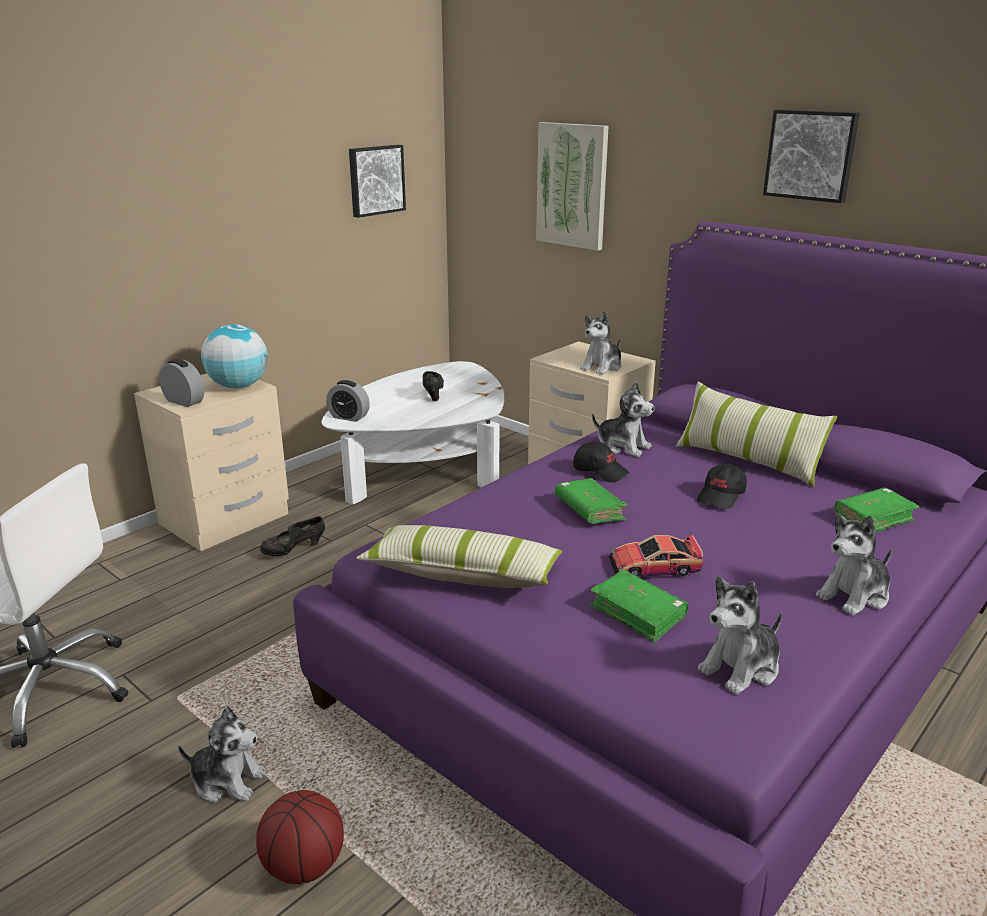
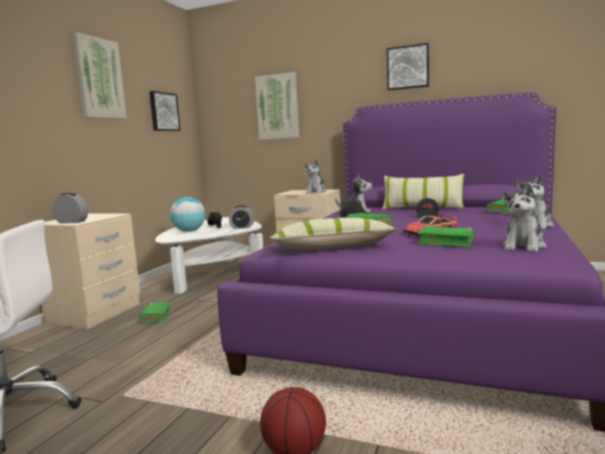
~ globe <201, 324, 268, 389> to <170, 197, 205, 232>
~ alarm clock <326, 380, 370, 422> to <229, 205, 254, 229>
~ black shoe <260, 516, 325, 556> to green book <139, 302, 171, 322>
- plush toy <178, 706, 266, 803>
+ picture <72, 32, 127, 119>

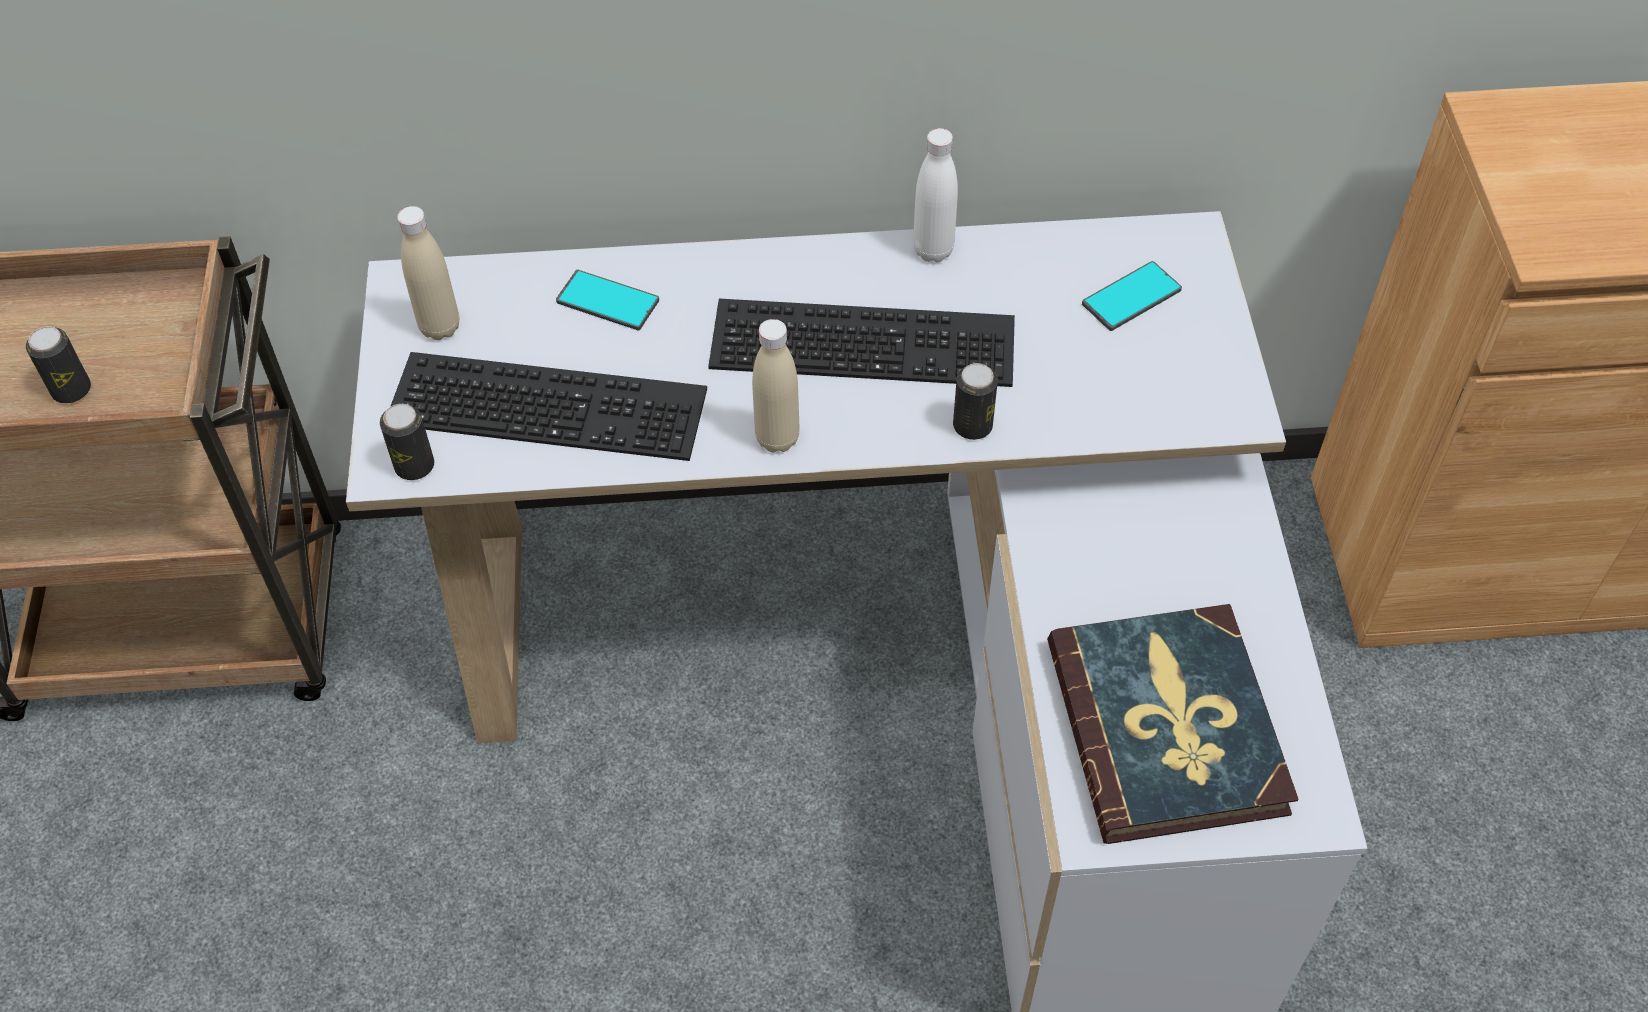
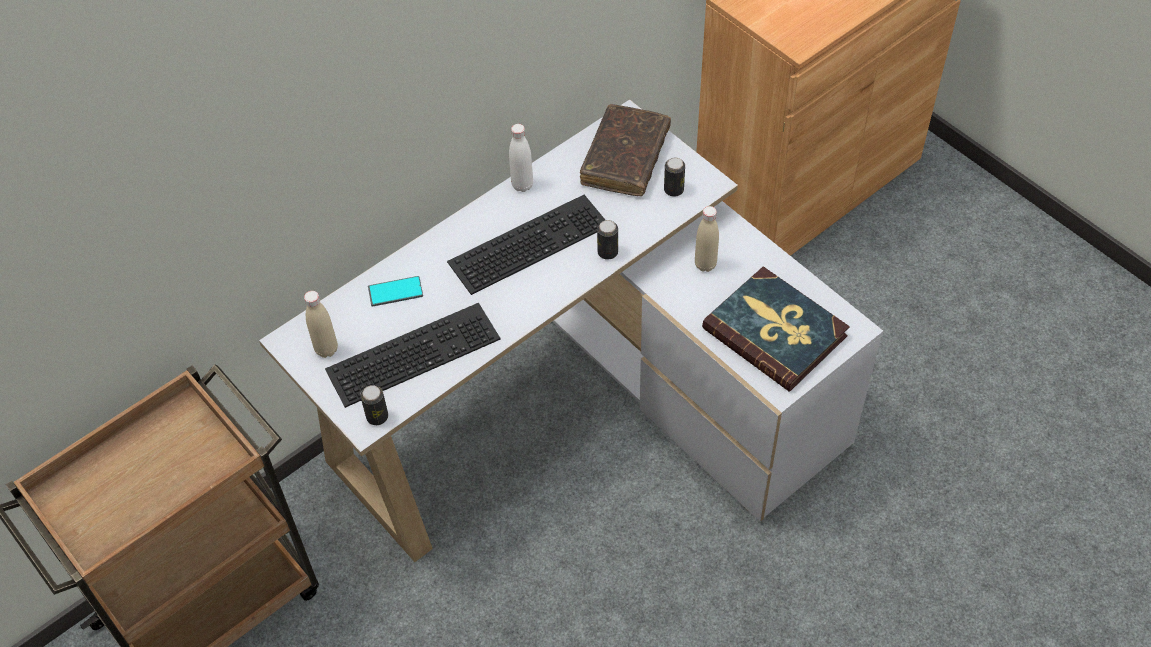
~ phone <1082, 261, 1182, 331> to brown book <580, 104, 671, 196>
~ beige bottle <752, 319, 800, 452> to <695, 206, 719, 272>
~ can <26, 326, 91, 403> to <664, 158, 685, 197>

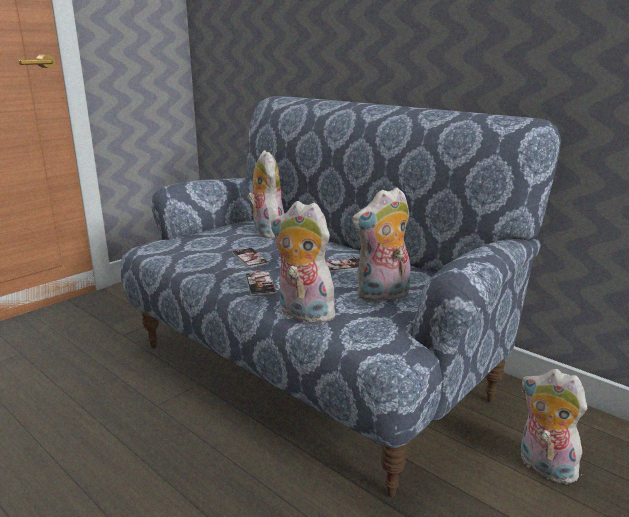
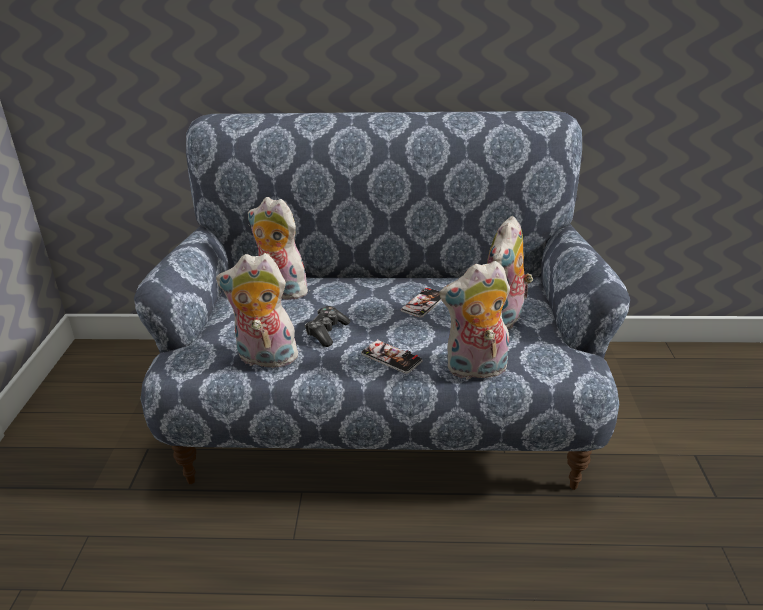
~ phone <232, 247, 269, 268> to game controller <305, 306, 350, 347>
~ plush toy <521, 369, 587, 484> to <216, 254, 301, 368>

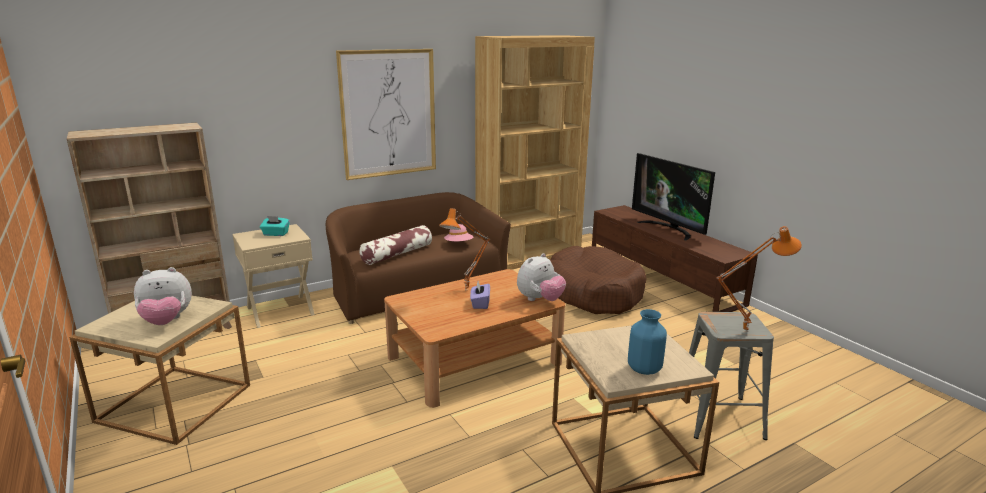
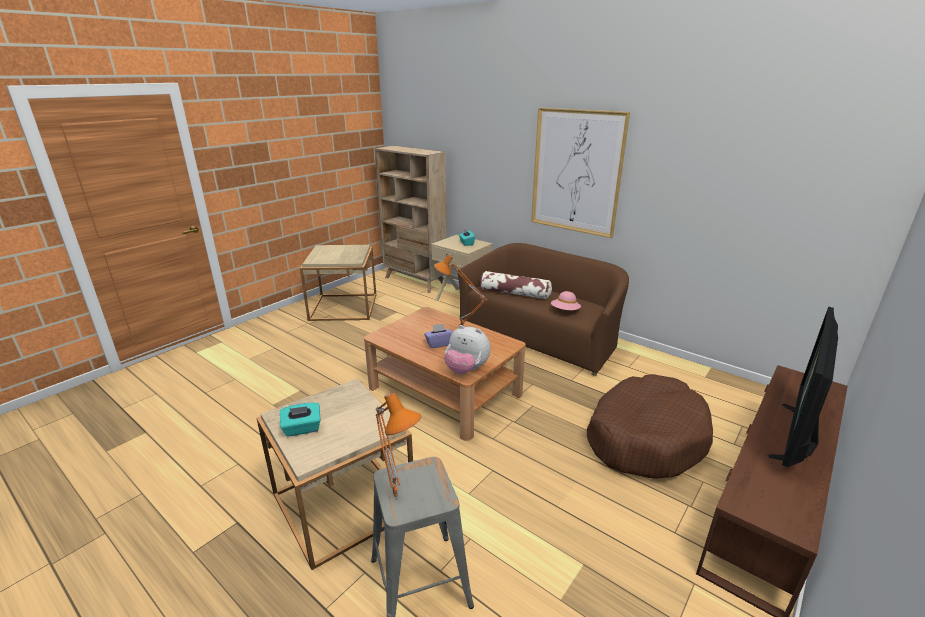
- brown bookcase <475, 35, 595, 270>
- plush toy <134, 267, 192, 325>
~ blue vase <628, 309, 667, 375> to turquoise tissue box <280, 402, 321, 437>

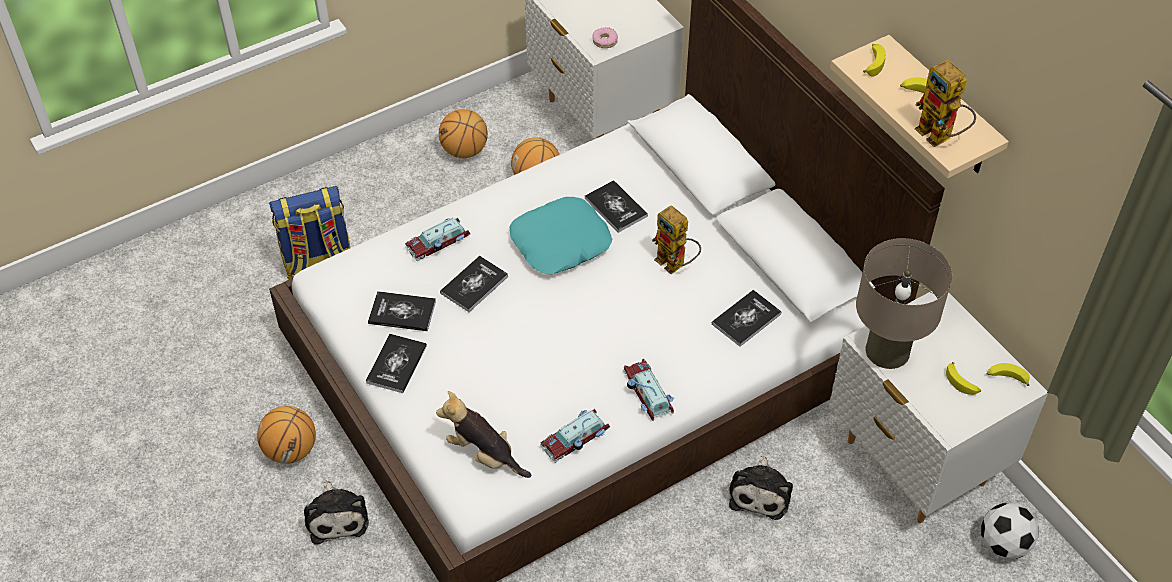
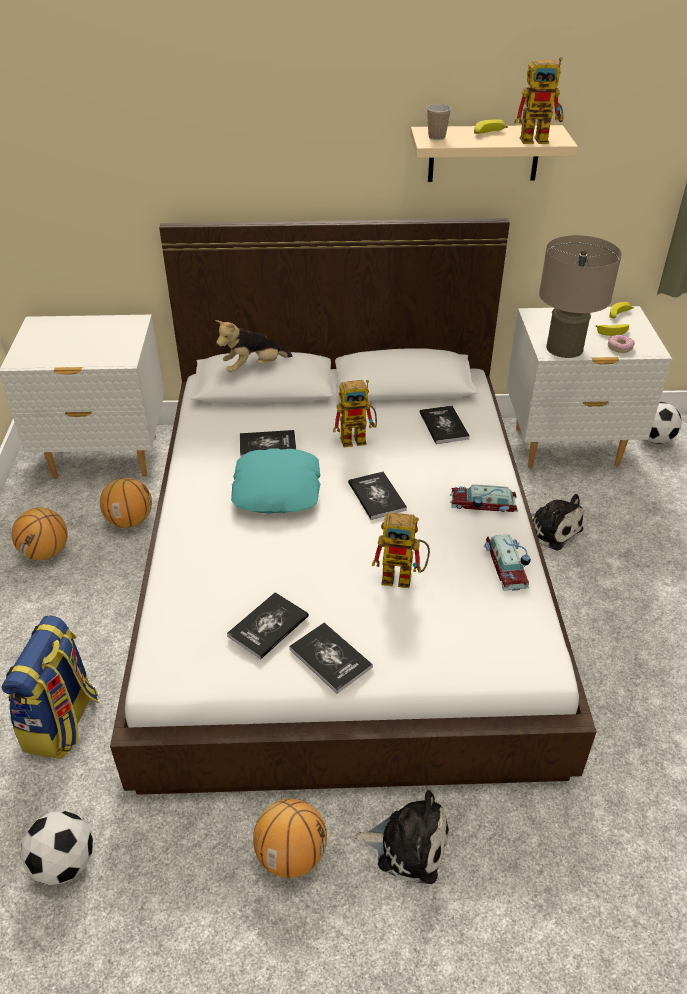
~ donut <593, 27, 618, 48> to <608, 335, 635, 353>
~ banana <863, 44, 886, 77> to cup <427, 104, 451, 140>
- toy car <405, 218, 471, 261>
~ book <440, 256, 508, 312> to <348, 471, 407, 520>
~ plush toy <436, 391, 531, 478> to <215, 320, 293, 372>
+ toy robot <372, 512, 430, 588>
+ football <21, 811, 93, 885>

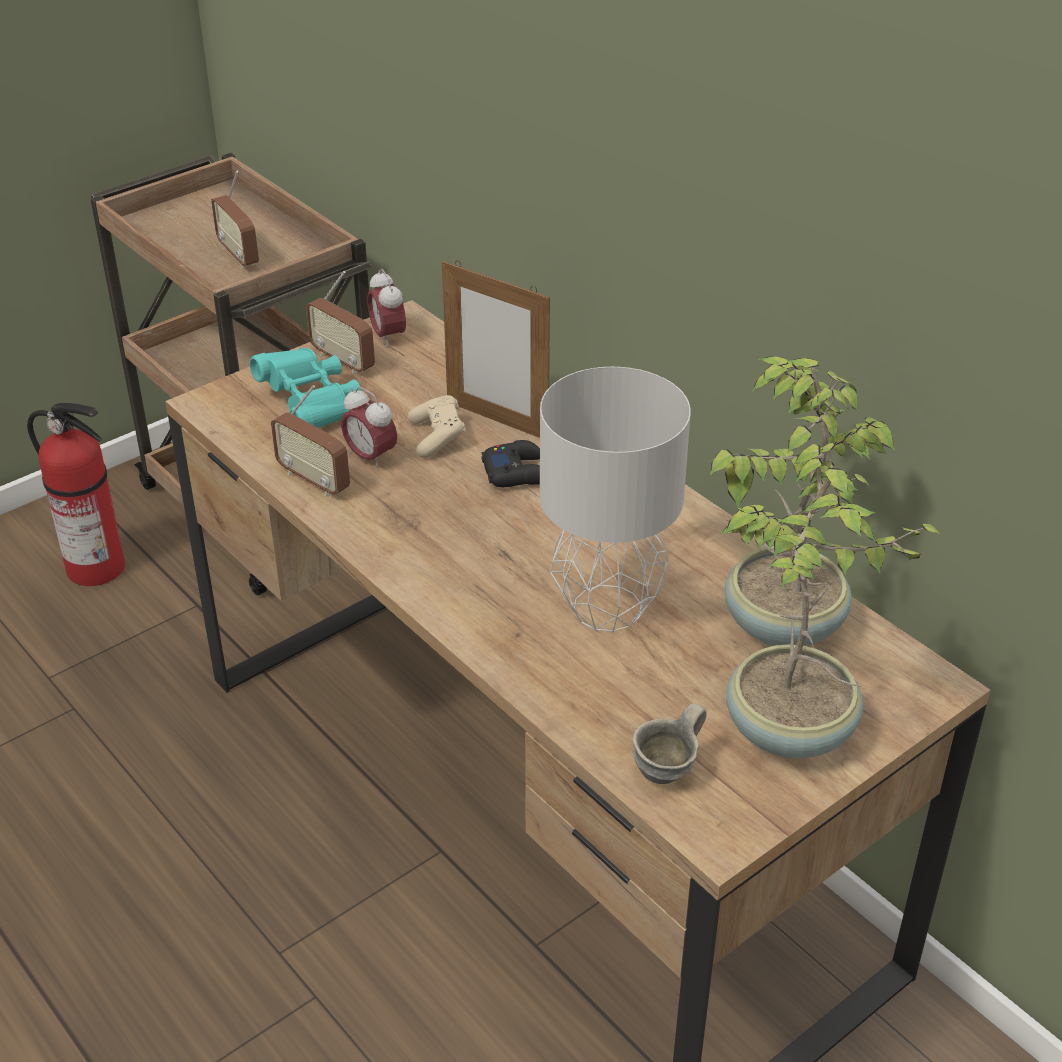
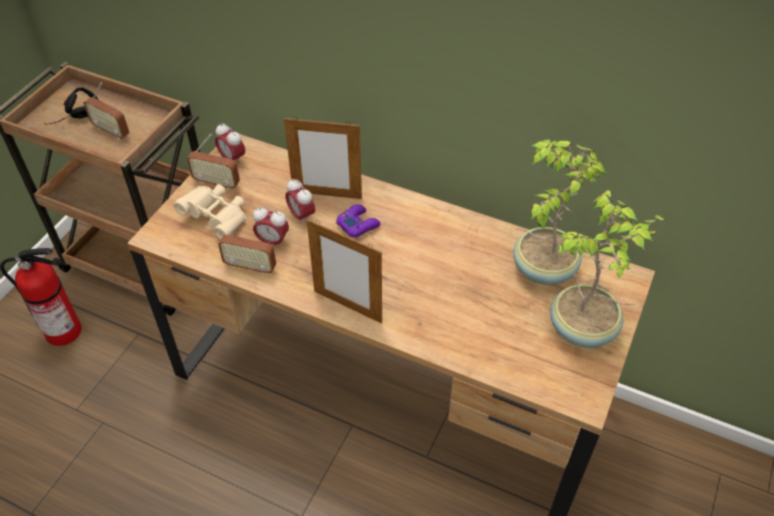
~ turquoise binoculars <250, 348, 361, 428> to beige binoculars <174, 184, 246, 239>
- grey table lamp <540, 367, 691, 632>
~ beige game controller <408, 395, 467, 458> to alarm clock <286, 179, 315, 225>
~ black game controller <481, 440, 540, 487> to purple game controller <336, 204, 381, 237>
- grey mug <633, 703, 707, 784>
+ black headphones <44, 87, 99, 125>
+ picture frame <307, 219, 382, 324>

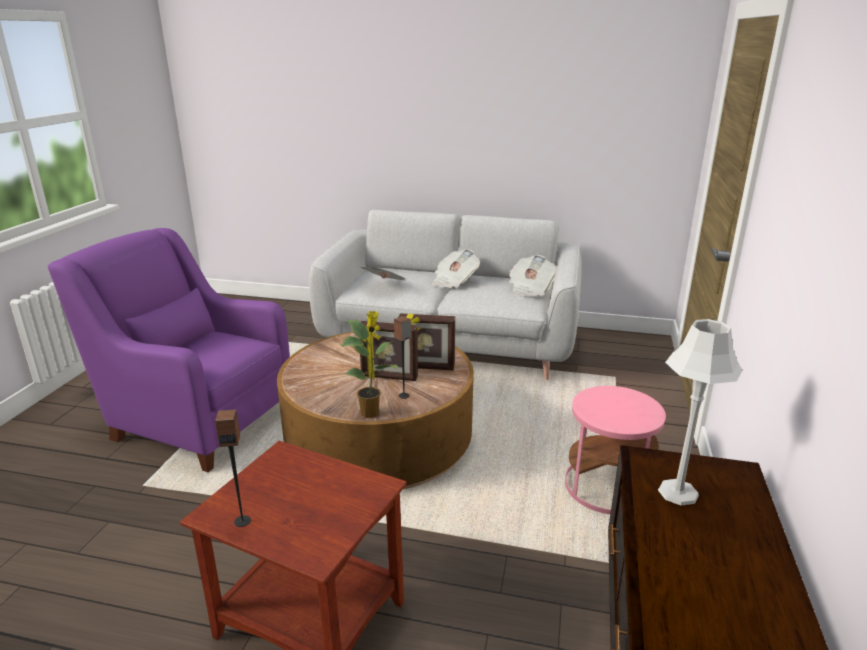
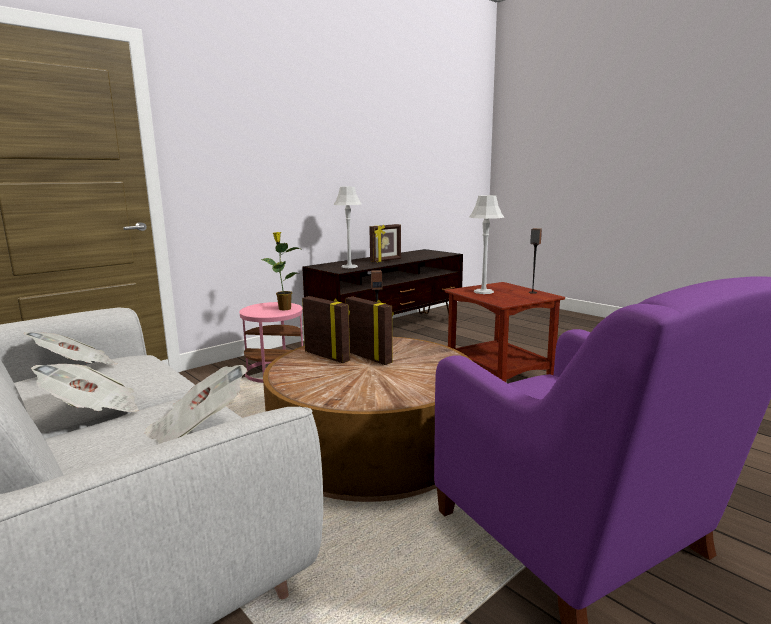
~ potted plant <341, 311, 398, 418> to <261, 232, 300, 311>
+ grey table lamp <469, 195, 504, 294>
+ picture frame <369, 224, 401, 262>

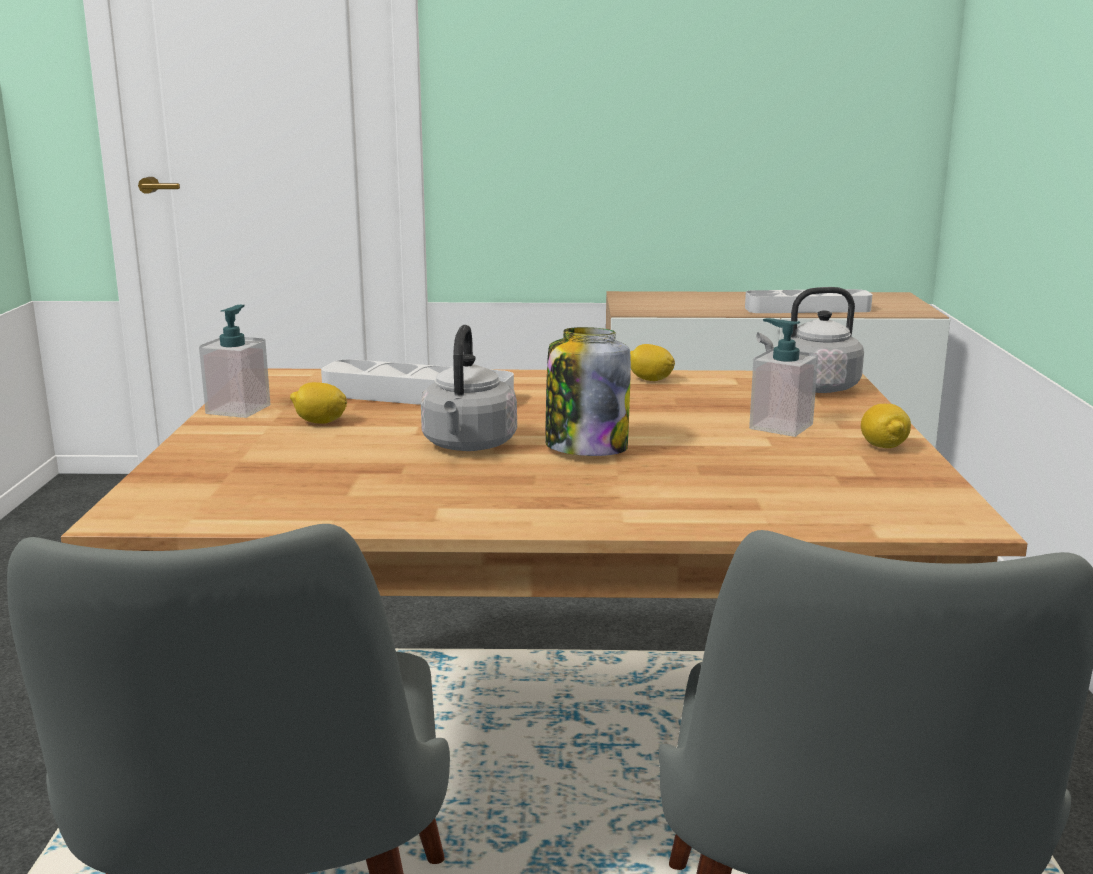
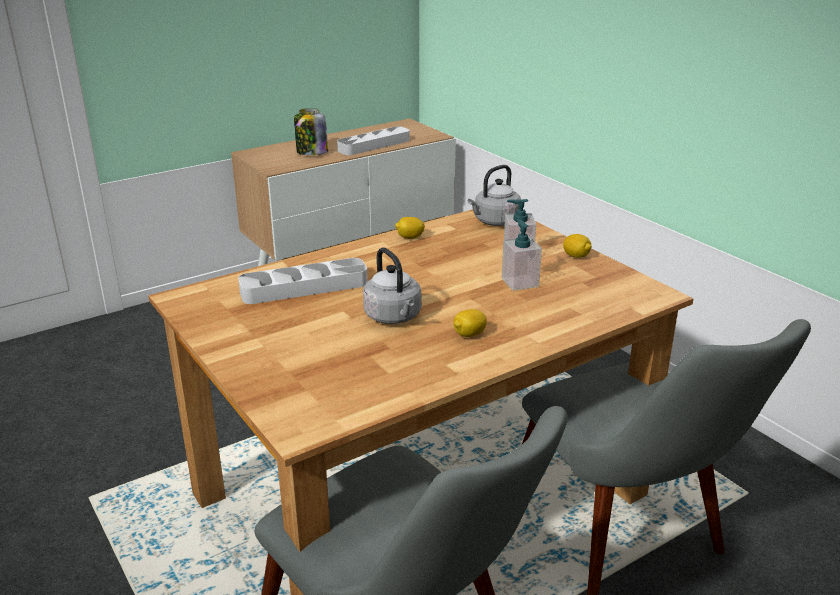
~ soap dispenser <199, 305, 270, 418> to <502, 219, 542, 291>
~ jar <545, 327, 631, 456> to <294, 108, 328, 155>
~ lemon <290, 382, 347, 424> to <453, 309, 487, 337>

